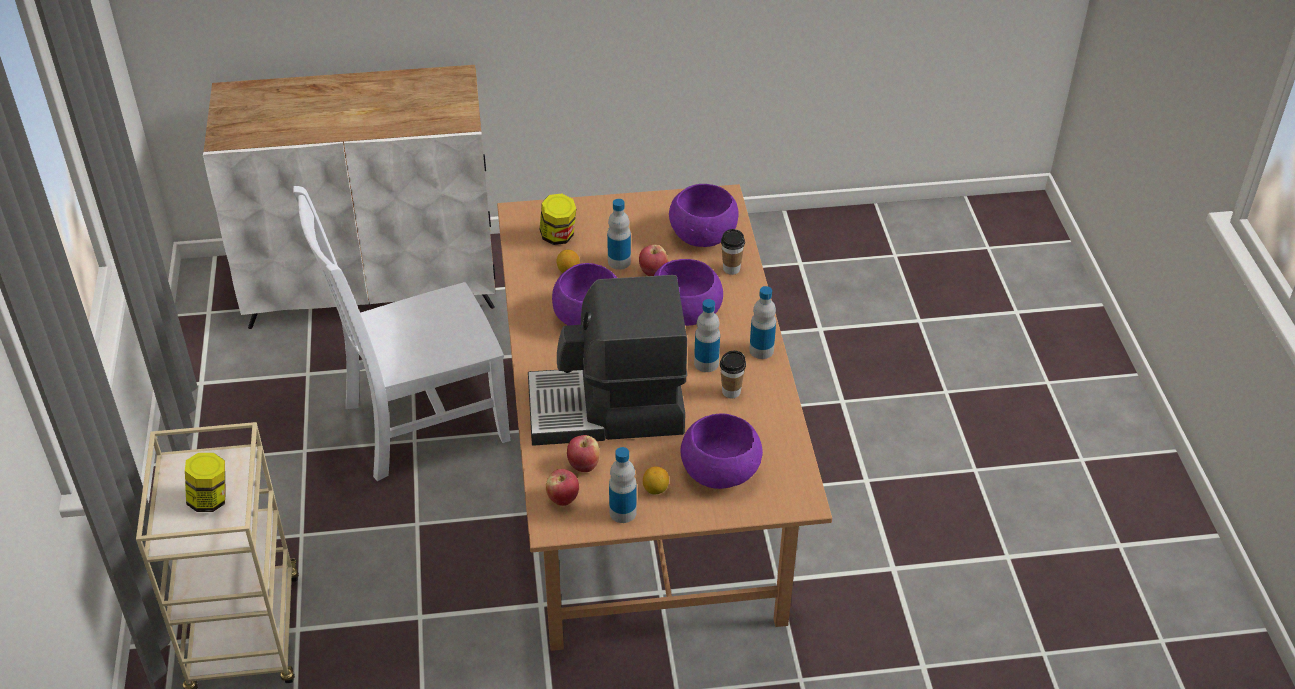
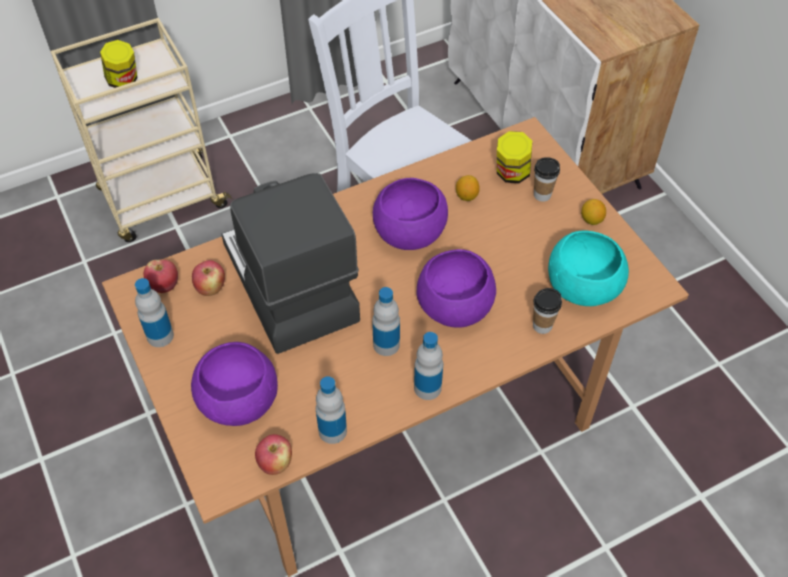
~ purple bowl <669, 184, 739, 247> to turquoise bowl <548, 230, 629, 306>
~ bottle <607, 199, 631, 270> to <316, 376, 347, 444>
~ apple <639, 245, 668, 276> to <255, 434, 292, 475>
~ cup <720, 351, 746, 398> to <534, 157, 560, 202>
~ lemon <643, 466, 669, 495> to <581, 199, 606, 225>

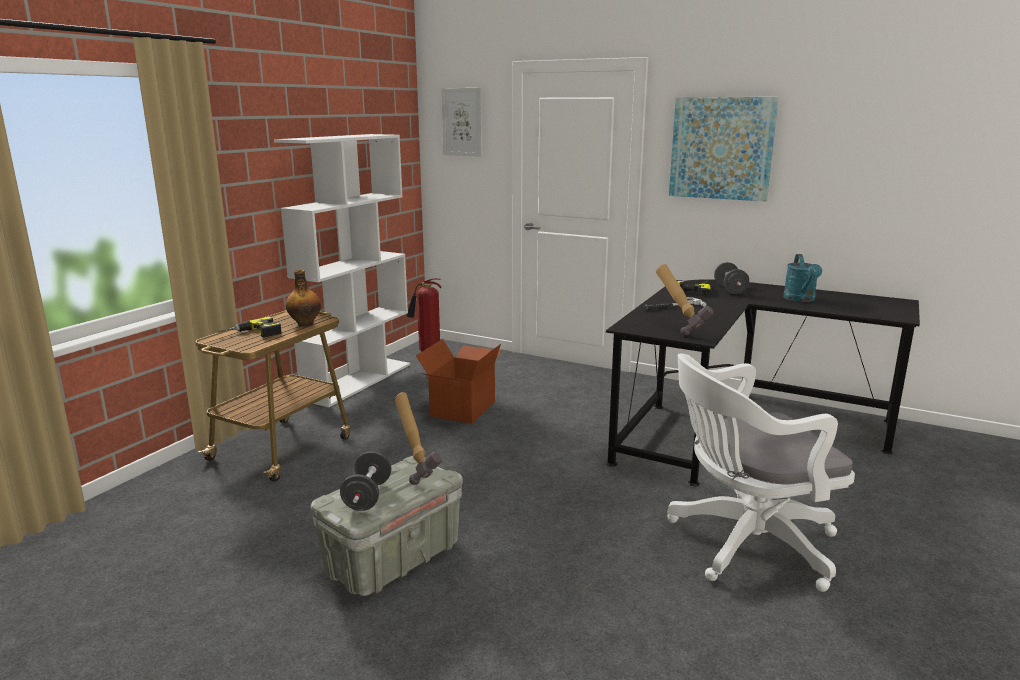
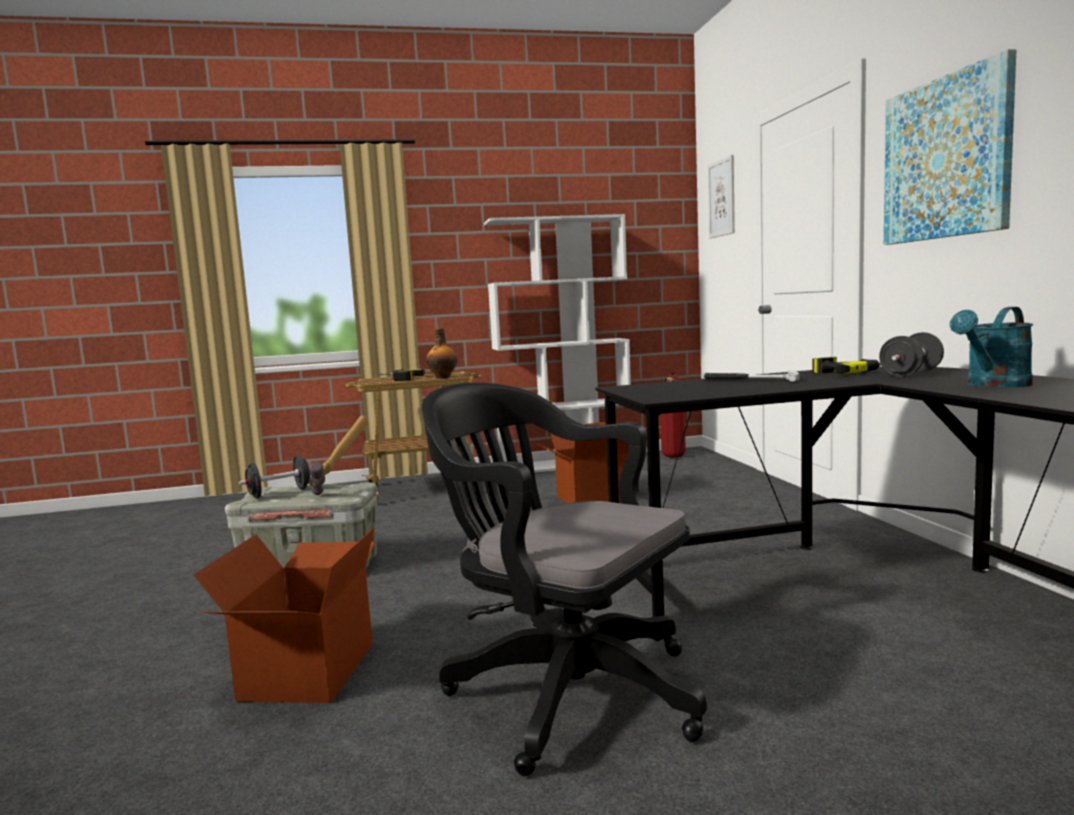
- hammer <656, 264, 714, 336>
~ white office chair <667, 353, 855, 592> to black office chair <422, 383, 707, 776>
+ cardboard box <194, 527, 375, 703>

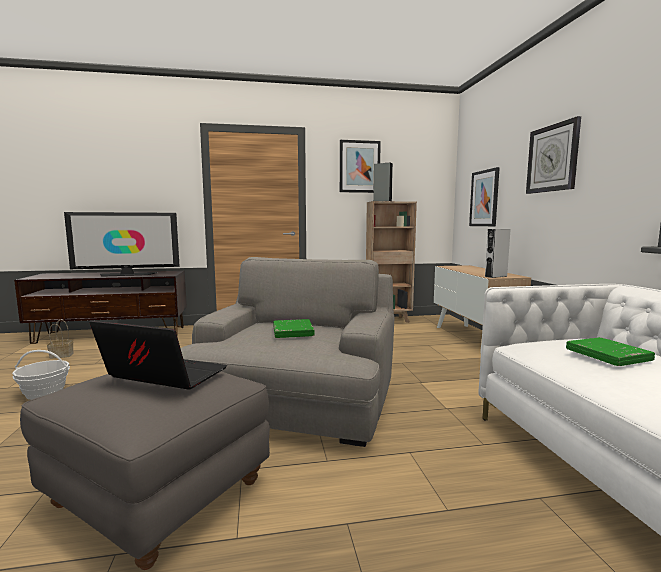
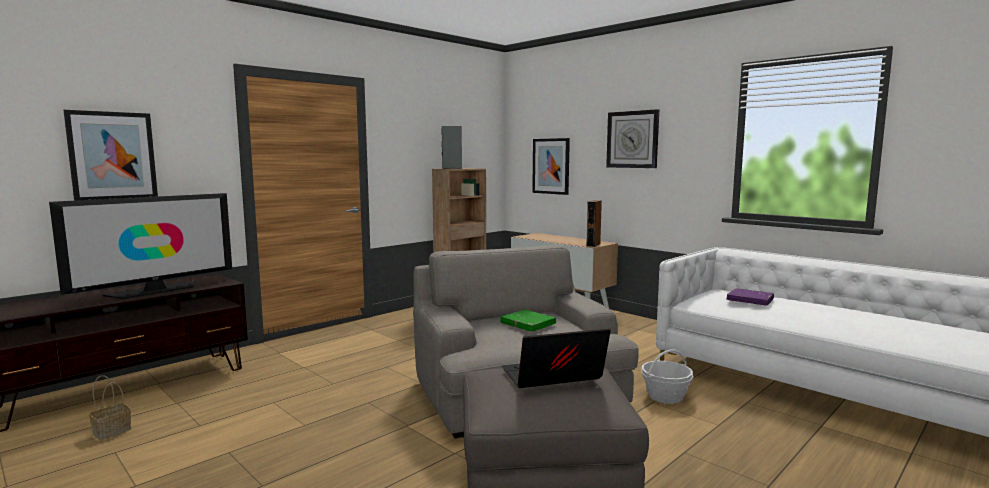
~ picture <340, 140, 381, 193> to <63, 110, 158, 201>
~ grey speaker <485, 229, 511, 278> to brown speaker <586, 200, 602, 247>
~ green book <566, 337, 655, 366> to purple book <727, 288, 774, 305>
~ basket <12, 350, 70, 400> to <641, 349, 694, 404>

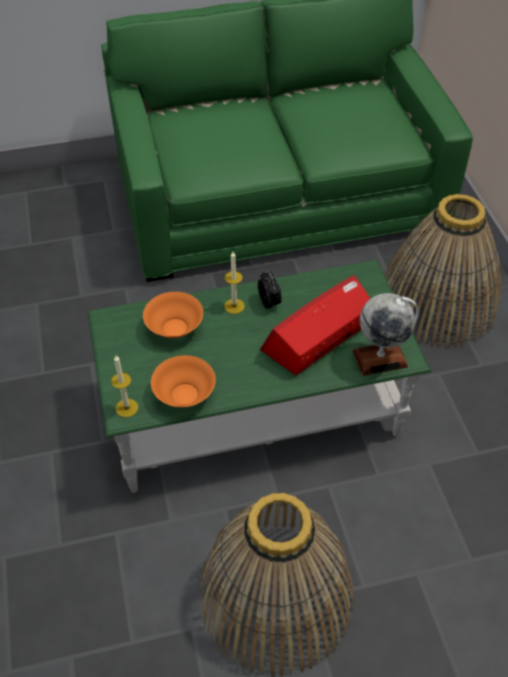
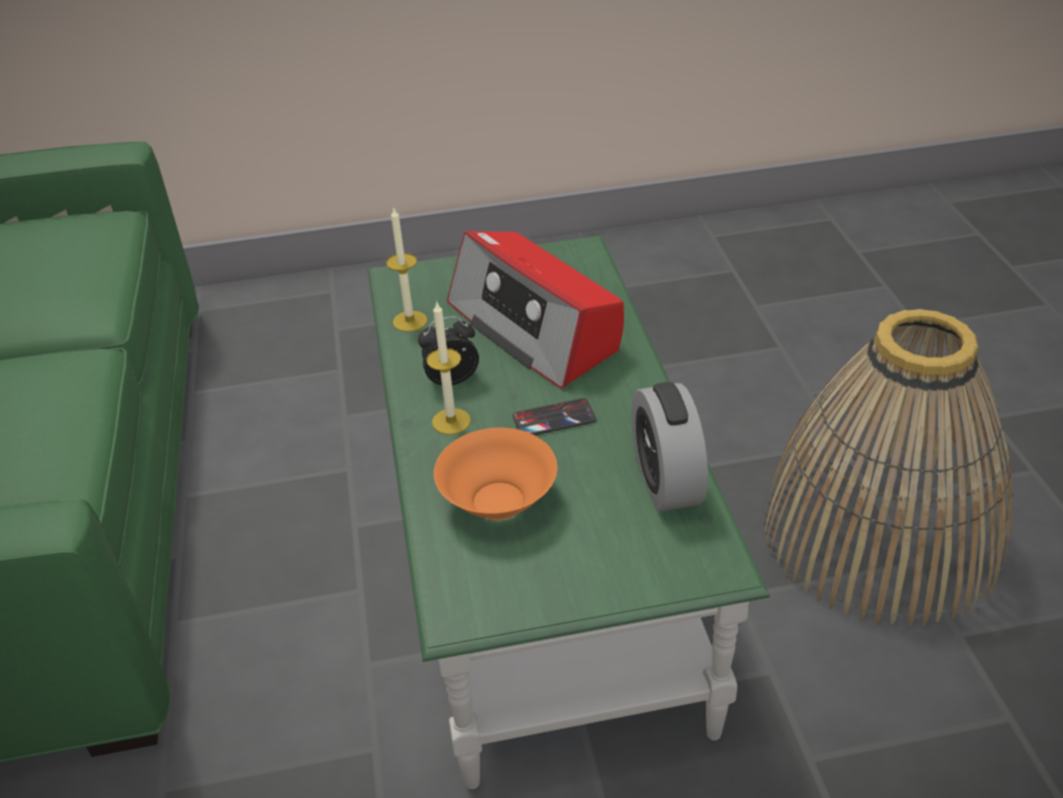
- basket <385, 194, 501, 348>
- globe <352, 293, 419, 376>
~ orange bowl <151, 355, 216, 407> to alarm clock <631, 382, 708, 512>
~ candle <111, 356, 138, 417> to <386, 207, 427, 332>
+ phone <512, 398, 596, 435>

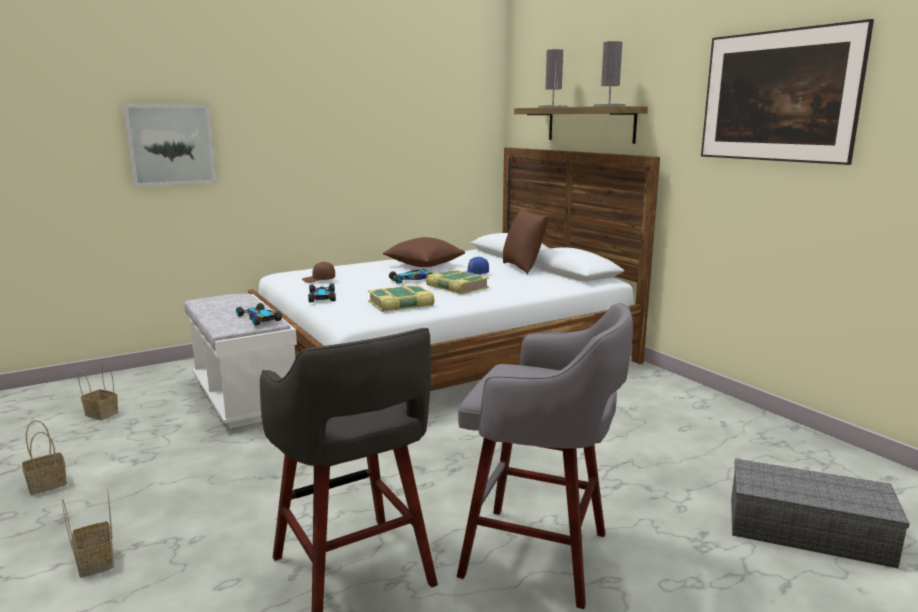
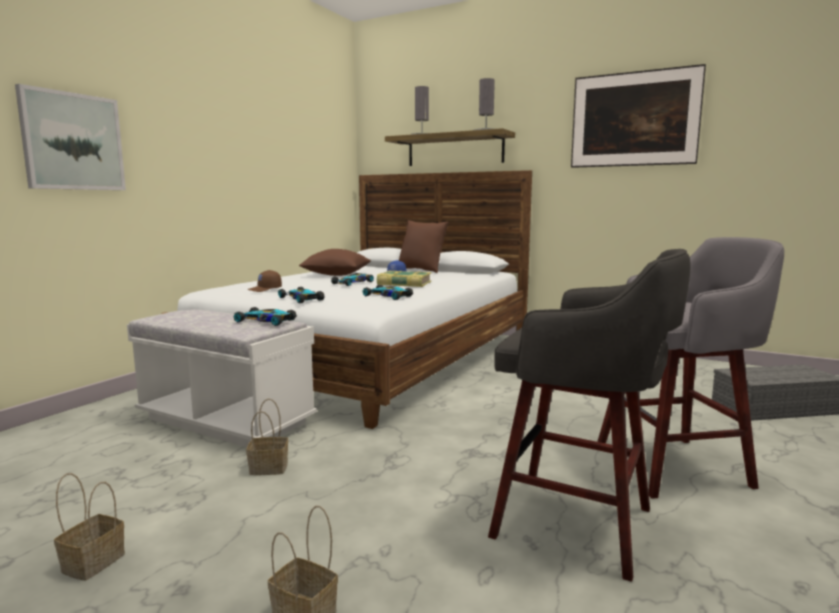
~ book <368, 285, 434, 312> to toy car <363, 285, 413, 300>
~ basket <78, 362, 119, 420> to <246, 398, 288, 475>

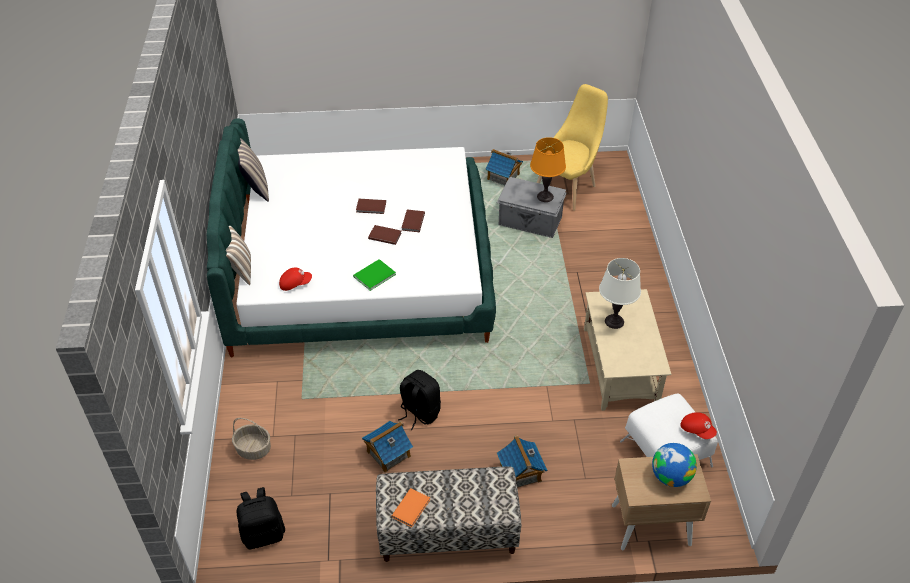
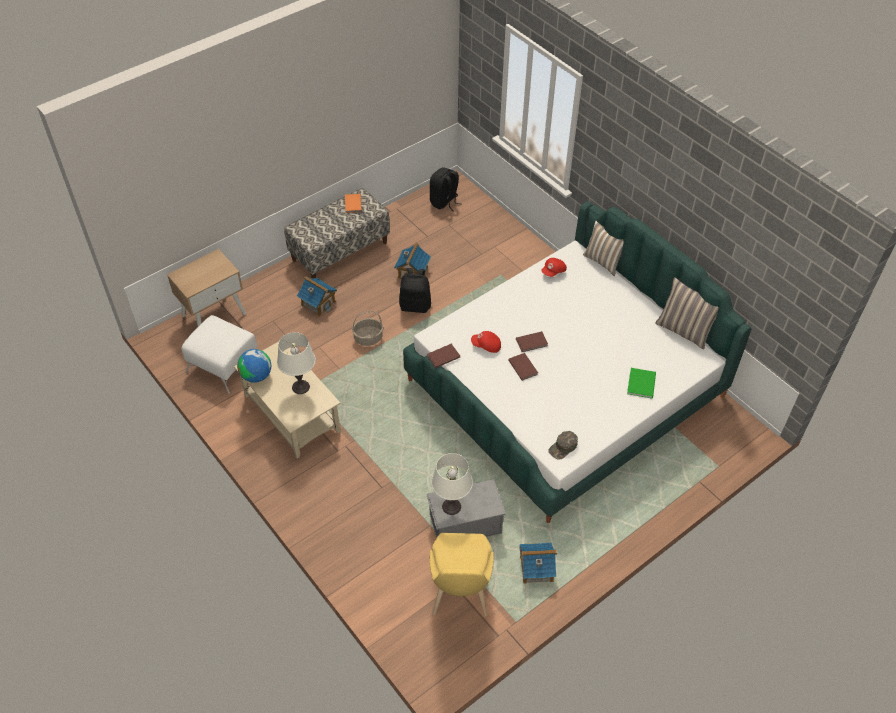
~ orange table lamp <530, 137, 566, 202> to white table lamp <431, 453, 473, 515>
~ brown book <356, 199, 386, 214> to <427, 344, 460, 368>
~ green book <353, 259, 396, 291> to <627, 368, 656, 398>
~ red cap <680, 412, 717, 439> to <471, 331, 501, 353>
~ basket <232, 418, 271, 460> to <352, 311, 383, 346>
~ globe <652, 443, 697, 487> to <237, 349, 271, 383>
+ green cap <548, 431, 578, 460>

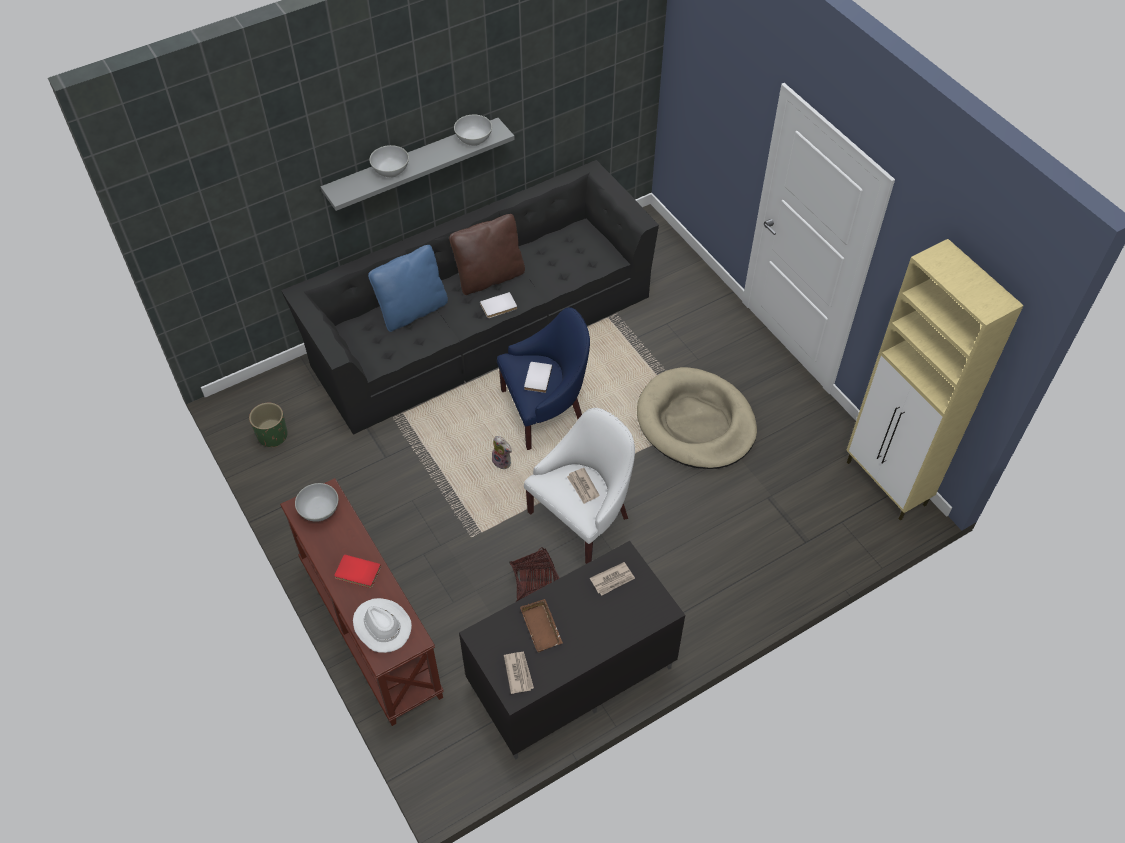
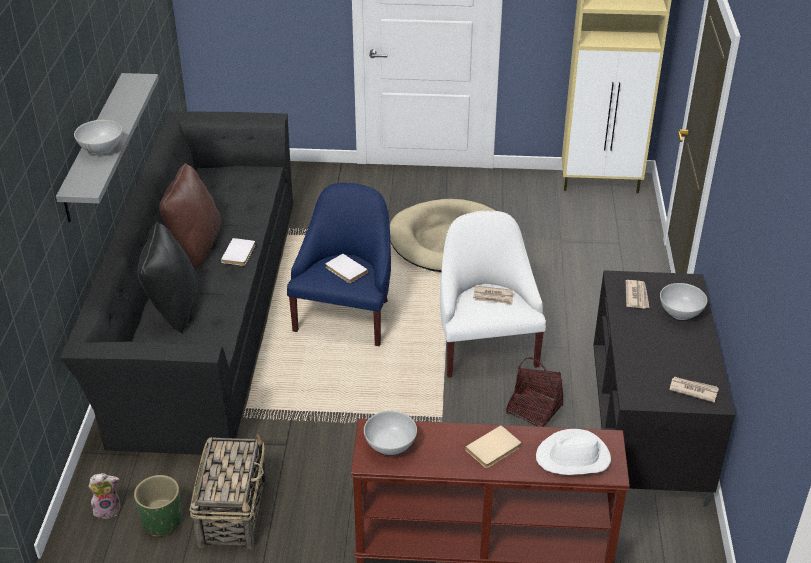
~ white bowl <454, 115, 492, 146> to <660, 283, 707, 320>
~ blue pillow <368, 245, 448, 332> to black pillow <138, 222, 198, 333>
~ plush toy <492, 436, 512, 469> to <88, 473, 120, 519>
~ red book <334, 554, 381, 588> to beige book <465, 425, 521, 468>
- brown tray <520, 599, 563, 652>
+ basket <190, 434, 267, 549>

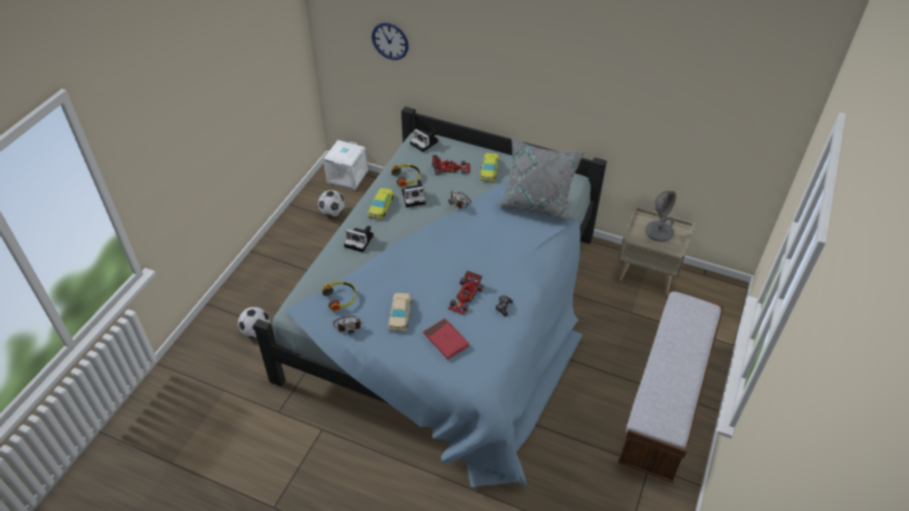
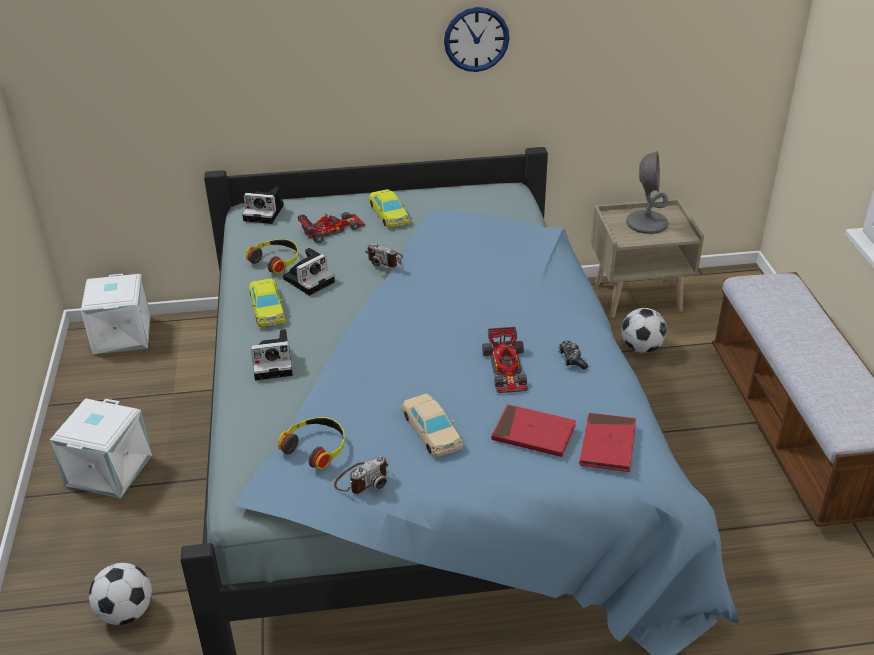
~ wall clock <372, 23, 409, 60> to <444, 7, 510, 72>
- grey pillow <496, 138, 585, 220>
~ football <318, 190, 345, 217> to <621, 308, 667, 353>
+ white storage box <50, 398, 152, 499>
+ red book <580, 413, 636, 472>

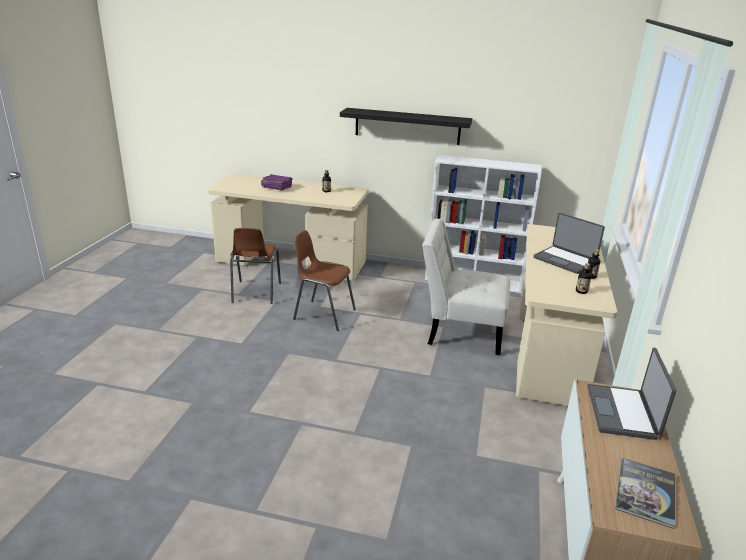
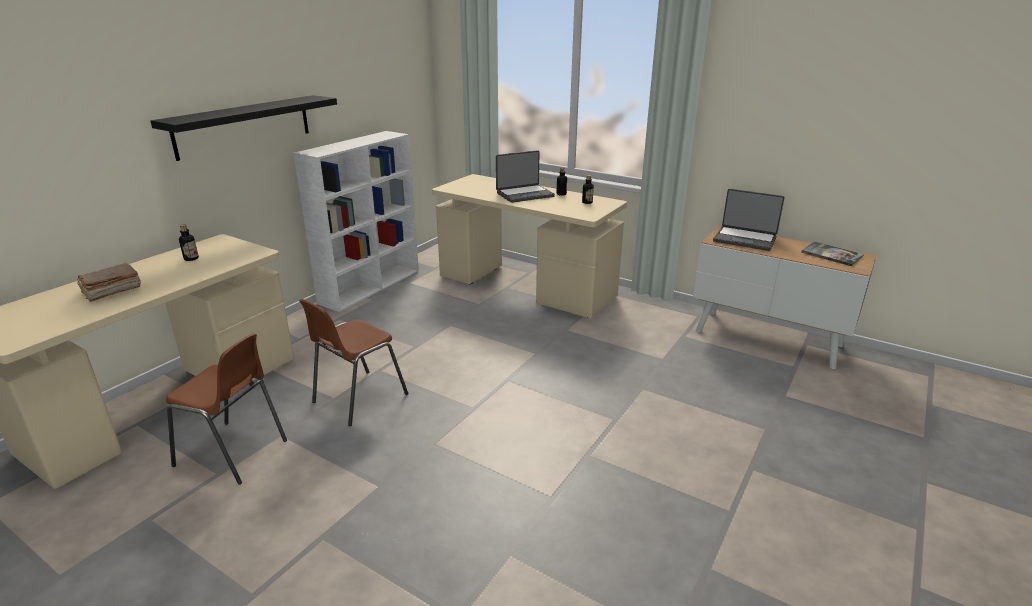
~ purple book <261, 174, 293, 191> to brown book <77, 263, 141, 302>
- white chair <422, 219, 510, 355>

